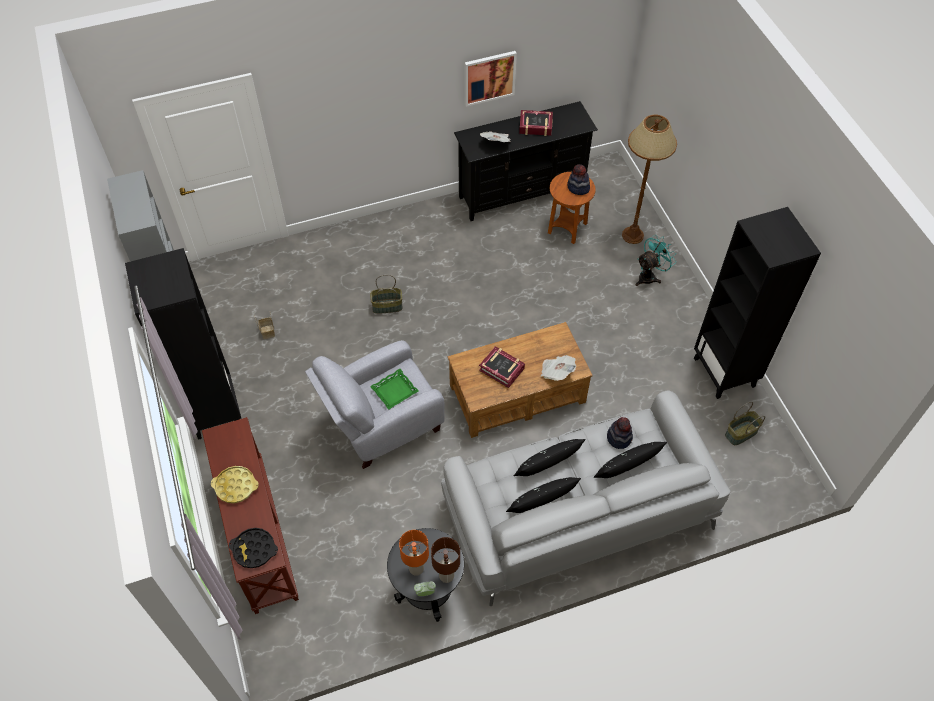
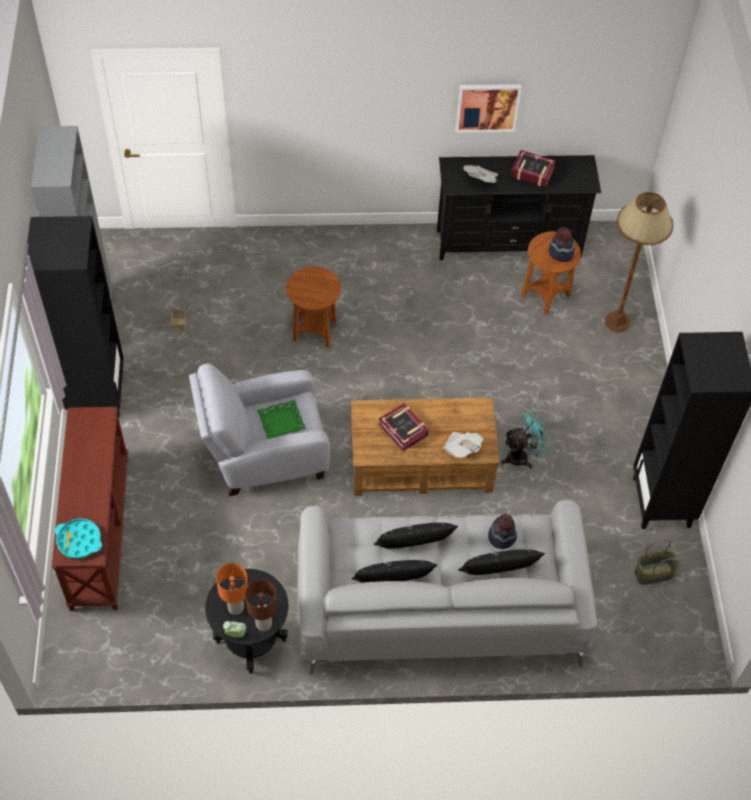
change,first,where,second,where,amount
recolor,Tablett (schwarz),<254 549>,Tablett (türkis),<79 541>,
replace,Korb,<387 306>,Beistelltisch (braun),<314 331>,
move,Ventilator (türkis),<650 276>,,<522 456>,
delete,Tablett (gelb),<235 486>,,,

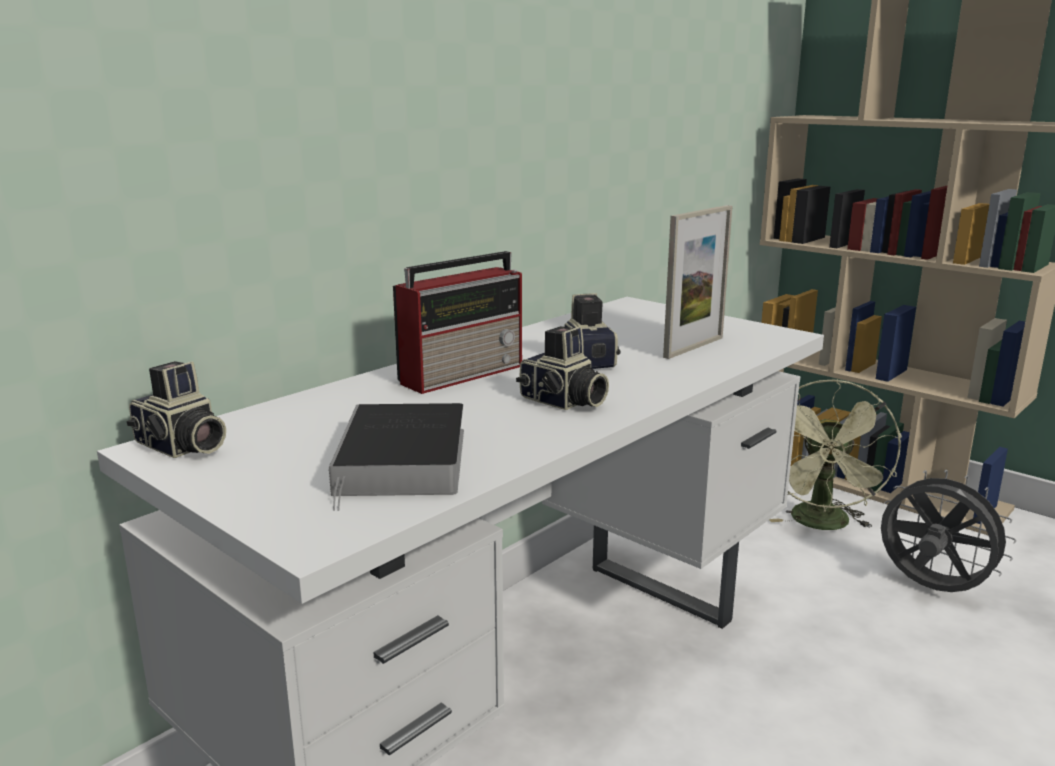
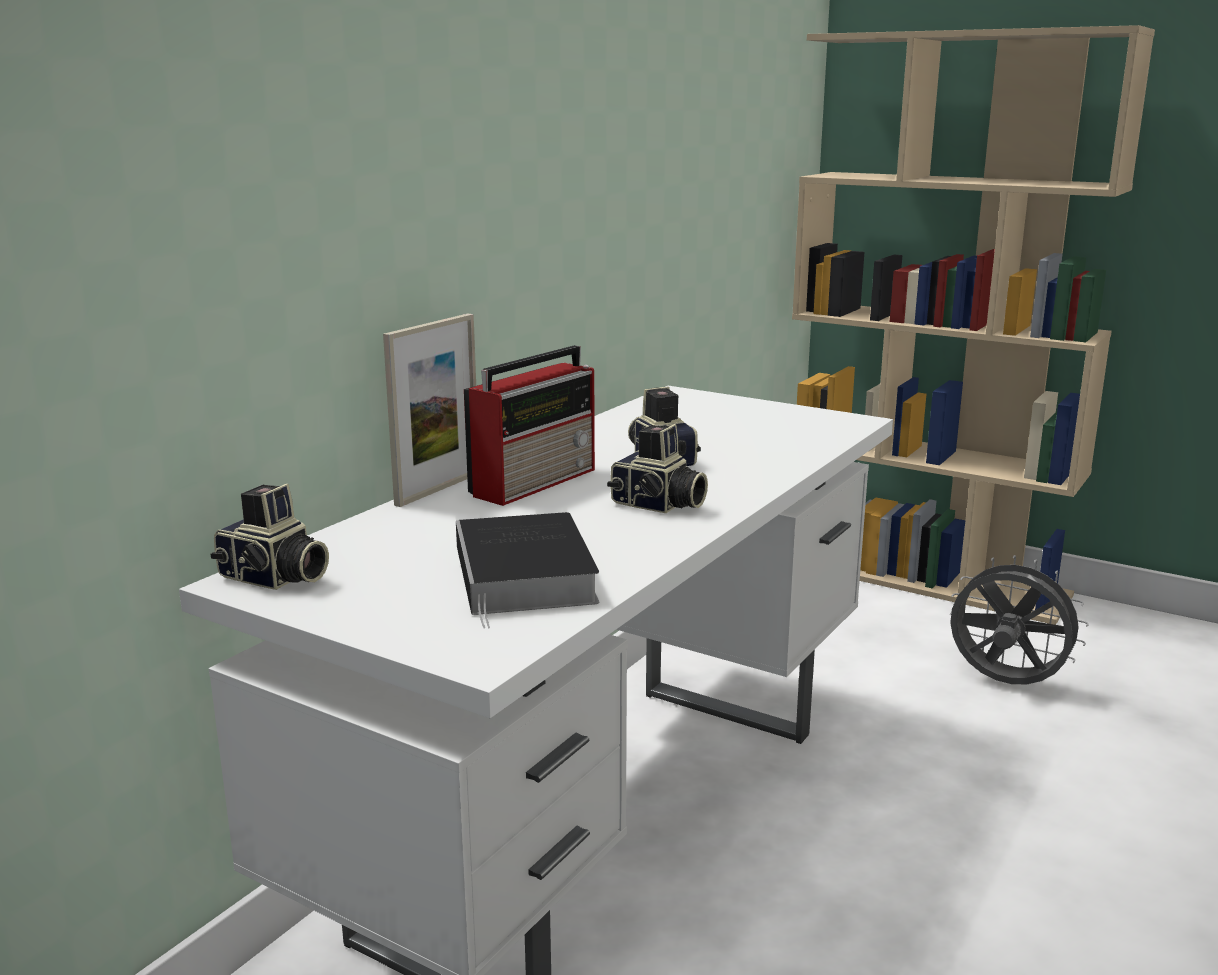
change,first,where,second,where,amount
move,Bilderrahmen,<693 347>,,<438 489>,
delete,Ventilator (grün),<823 525>,,,

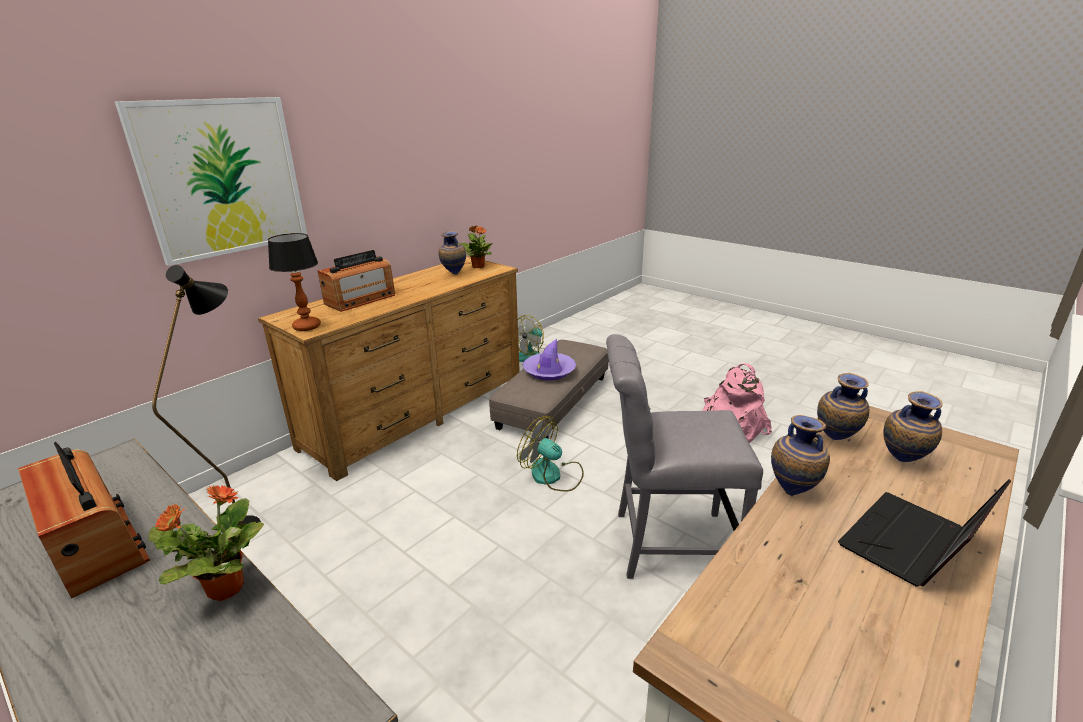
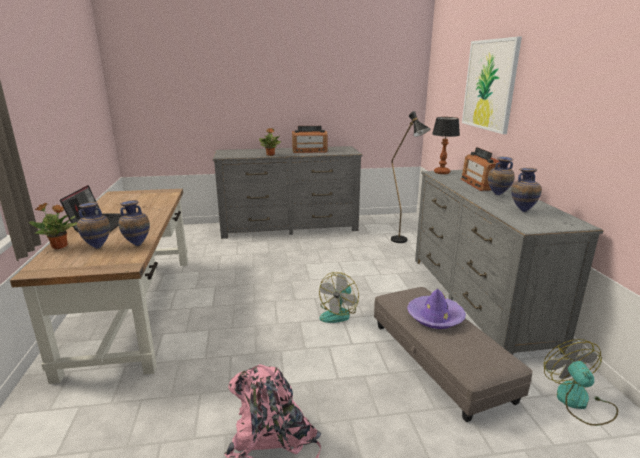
change,first,where,second,where,amount
move,Topfpflanze,<478 266>,,<60 247>,
rotate,Ventilator,<552 476>,,<338 313>,135 degrees clockwise
recolor,Kommode (braun),<418 412>,Kommode (grau),<477 298>,
move,Vase,<793 492>,,<498 195>,
delete,Stuhl (grau),<666 543>,,,

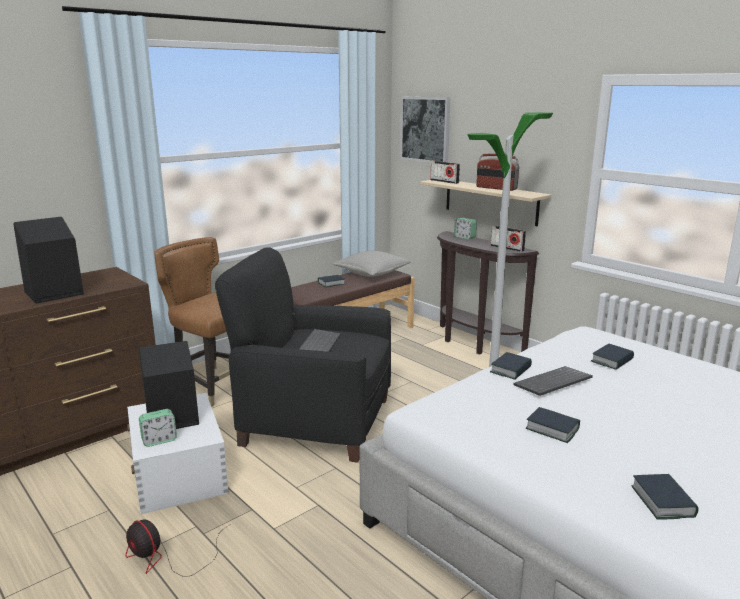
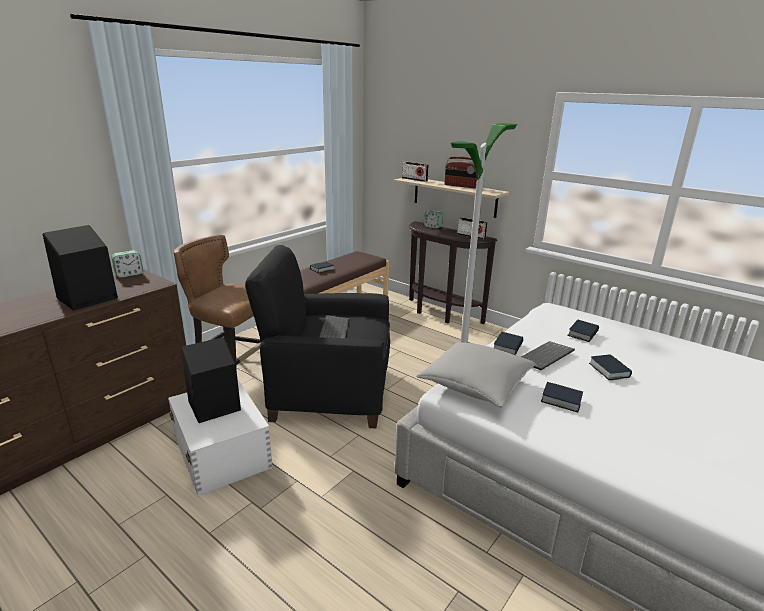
change,first,where,second,where,amount
move,Wecker,<159 440>,,<129 274>,
move,Kissen (grau),<371 273>,,<476 385>,
move,Buch,<662 501>,,<609 370>,
delete,Ventilator,<167 558>,,,
delete,Bild,<425 129>,,,

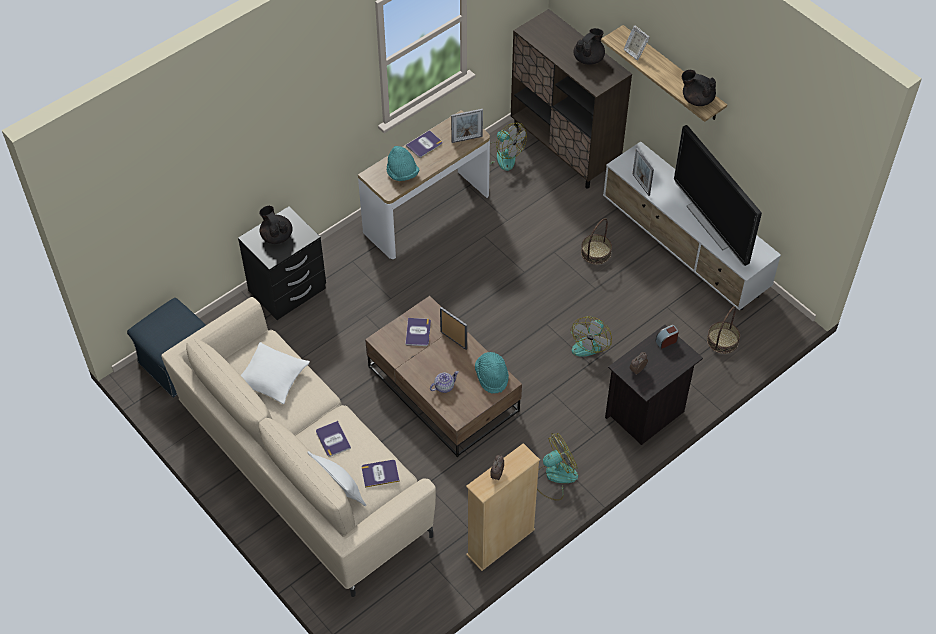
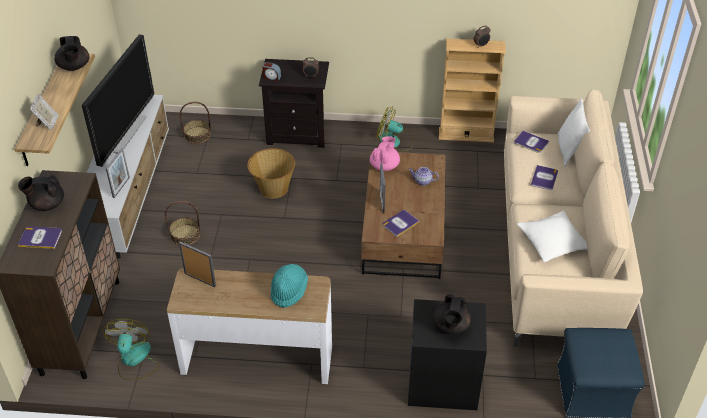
change,first,where,second,where,amount
move,Buch,<424 144>,,<40 238>,
replace,Ventilator,<589 342>,Korb,<273 188>,
replace,Hut (türkis),<492 377>,Teekanne (rosa),<384 166>,

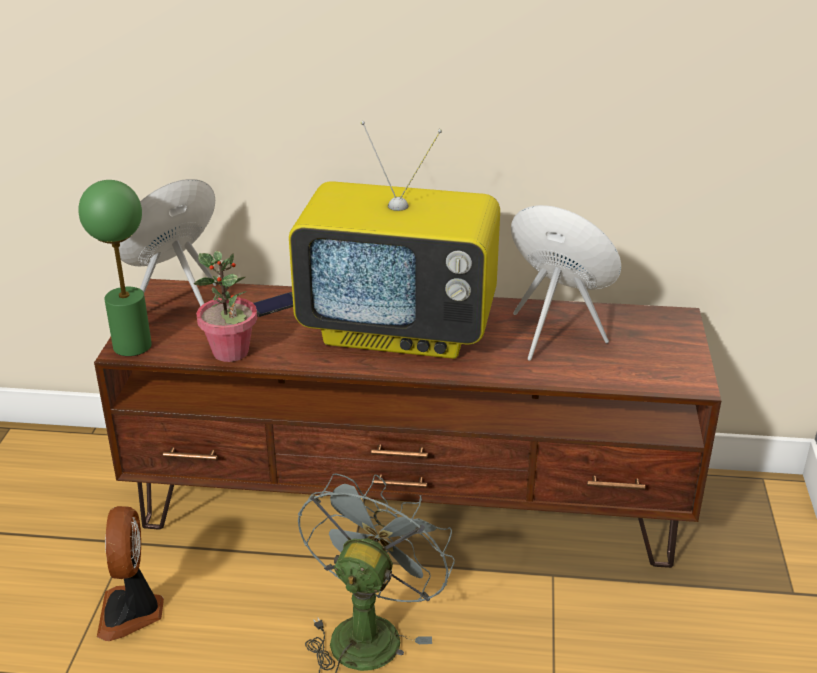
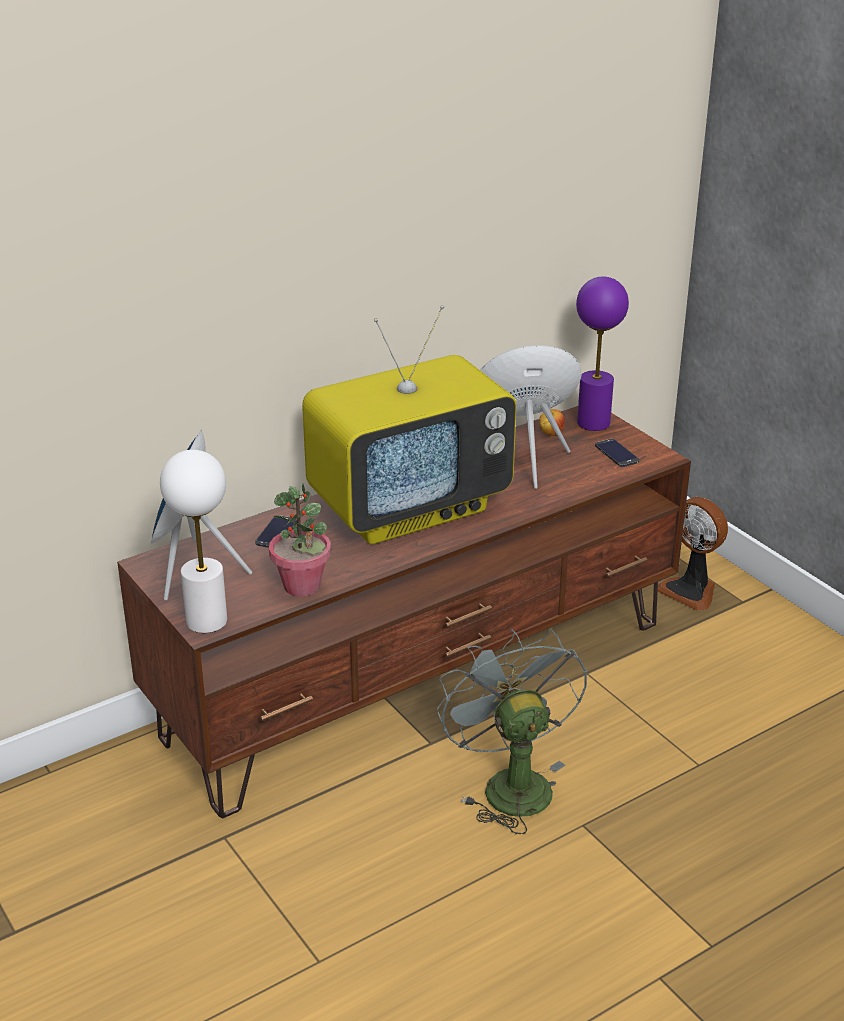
change,first,where,second,where,amount
recolor,Tischlampe (grün),<132 345>,Tischlampe (weiß),<206 620>,
insert,,,Apfel,<550 434>,
insert,,,Tischlampe (lila),<594 423>,
insert,,,Handy,<616 453>,
move,Ventilator,<132 612>,,<690 590>,

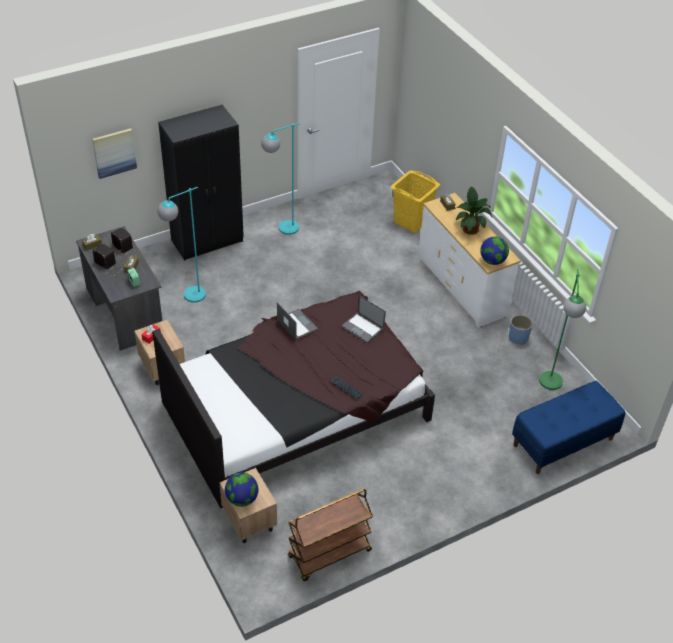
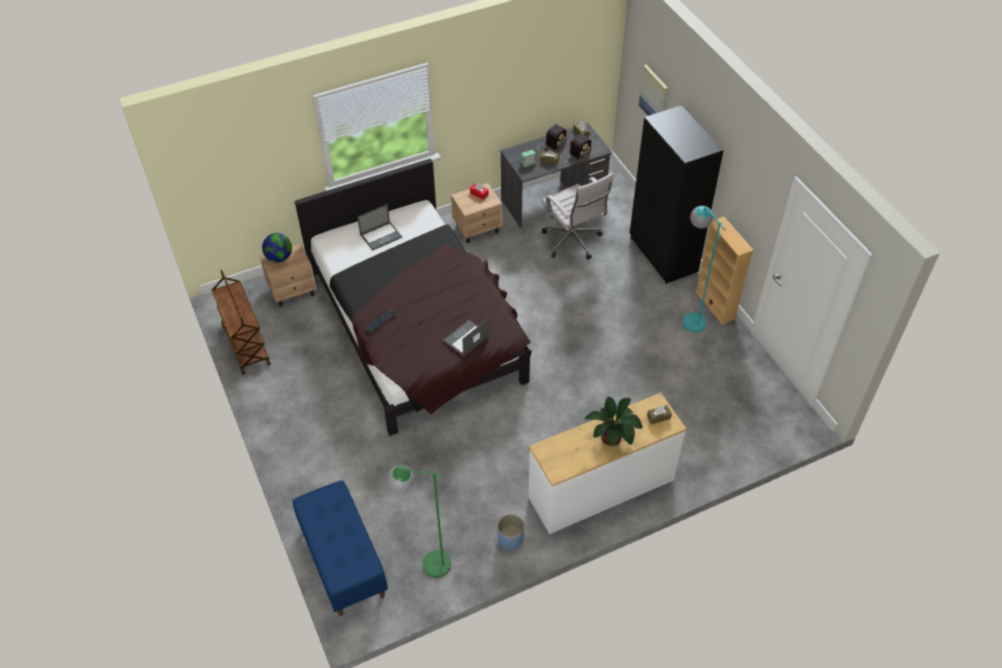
change,first,where,second,where,amount
move,Laptop,<296 324>,,<381 235>,
replace,Stehlampe (türkis),<187 298>,Bürostuhl (weiß),<573 242>,
insert,,,Bücherregal (beige),<715 304>,
delete,Wäschekorb (gelb),<412 221>,,,
delete,Globus,<492 261>,,,

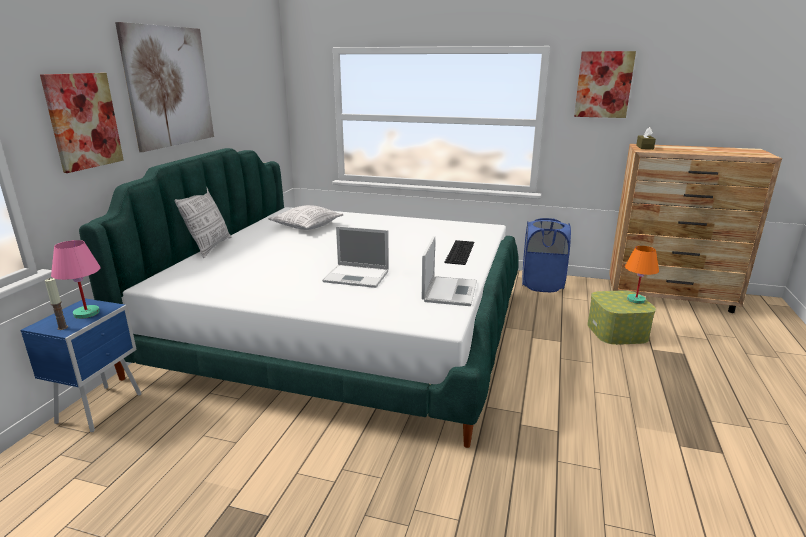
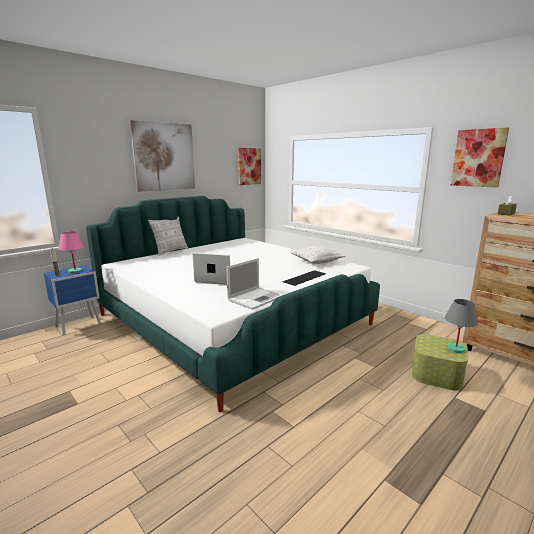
change,first,where,second,where,amount
rotate,Laptop,<357 276>,,<217 279>,150 degrees clockwise
move,Bild,<83 121>,,<249 166>,
move,Kissen,<307 226>,,<316 261>,
recolor,Tischlampe (orange),<635 300>,Tischlampe (grau),<455 349>,
delete,Wäschekorb (blau),<542 284>,,,

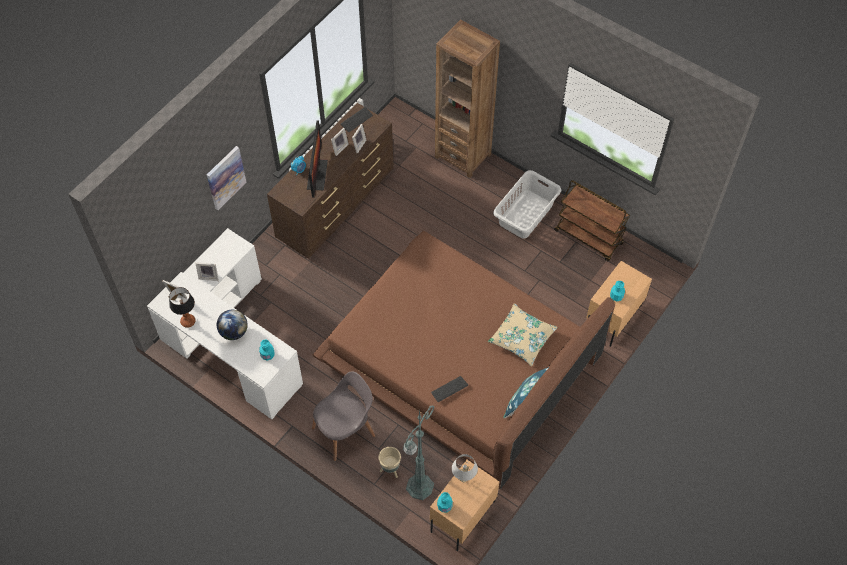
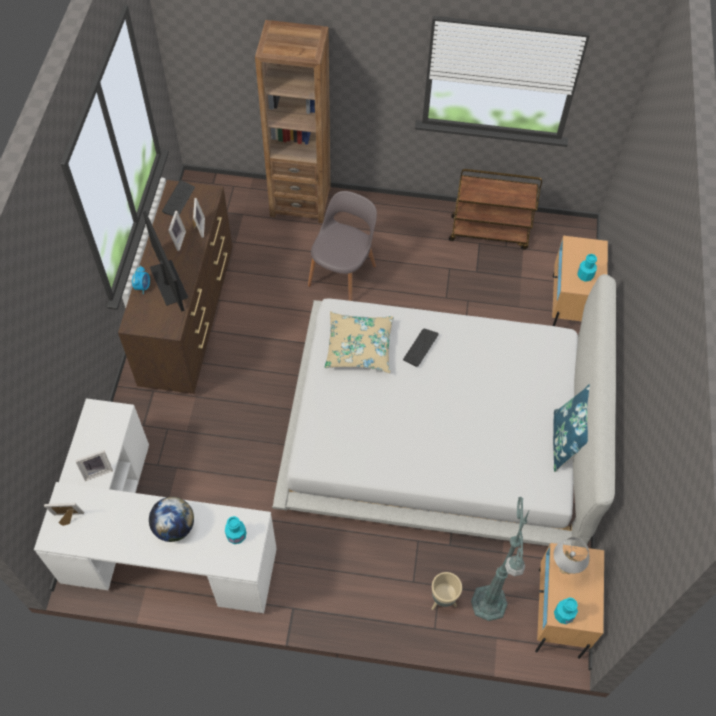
change,first,where,second,where,amount
recolor,Bett (braun),<460 359>,Bett (weiß),<439 429>,
move,Stuhl (grau),<345 431>,,<343 274>,
move,Kissen (beige),<522 338>,,<359 347>,
move,Tastatur,<449 389>,,<420 347>,
delete,Tischlampe,<188 321>,,,
delete,Bild,<225 177>,,,
delete,Wäschekorb (grau),<526 214>,,,

